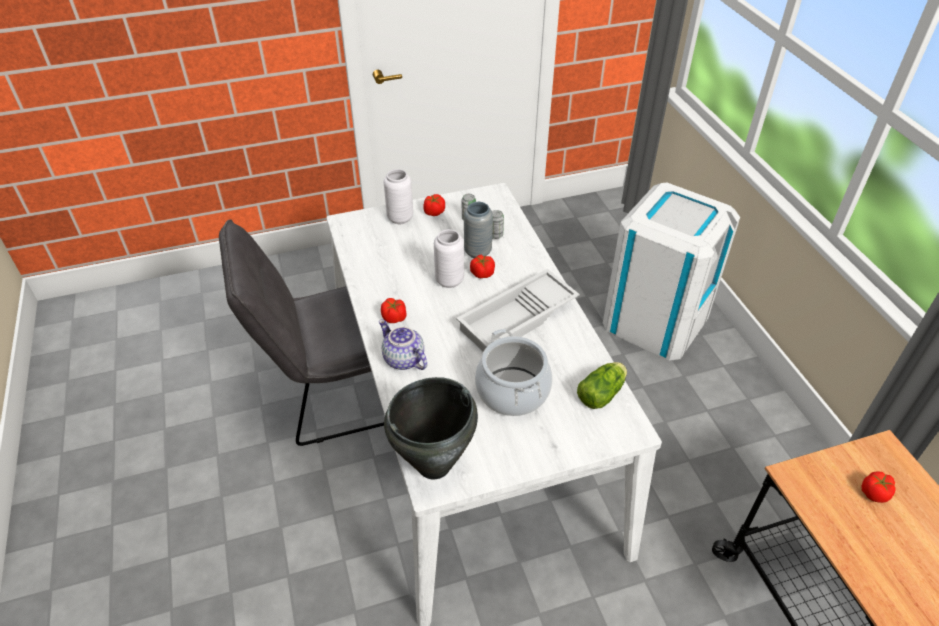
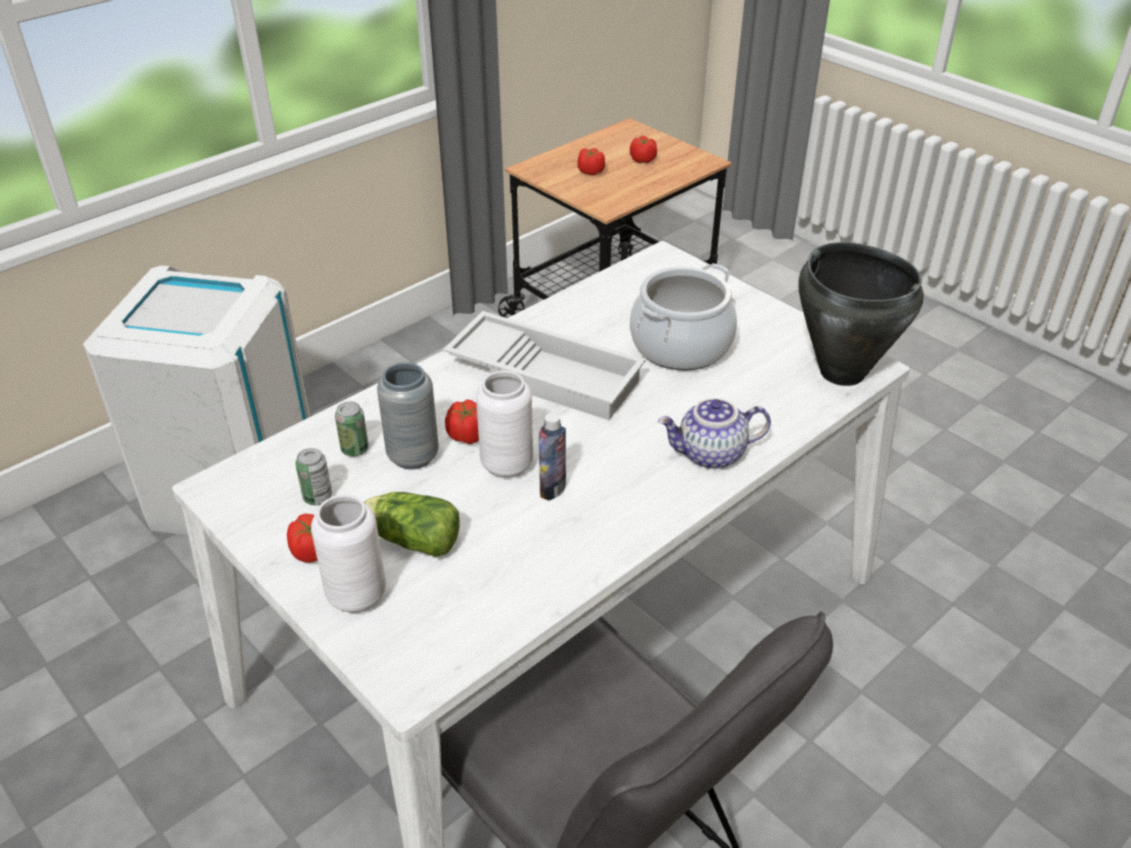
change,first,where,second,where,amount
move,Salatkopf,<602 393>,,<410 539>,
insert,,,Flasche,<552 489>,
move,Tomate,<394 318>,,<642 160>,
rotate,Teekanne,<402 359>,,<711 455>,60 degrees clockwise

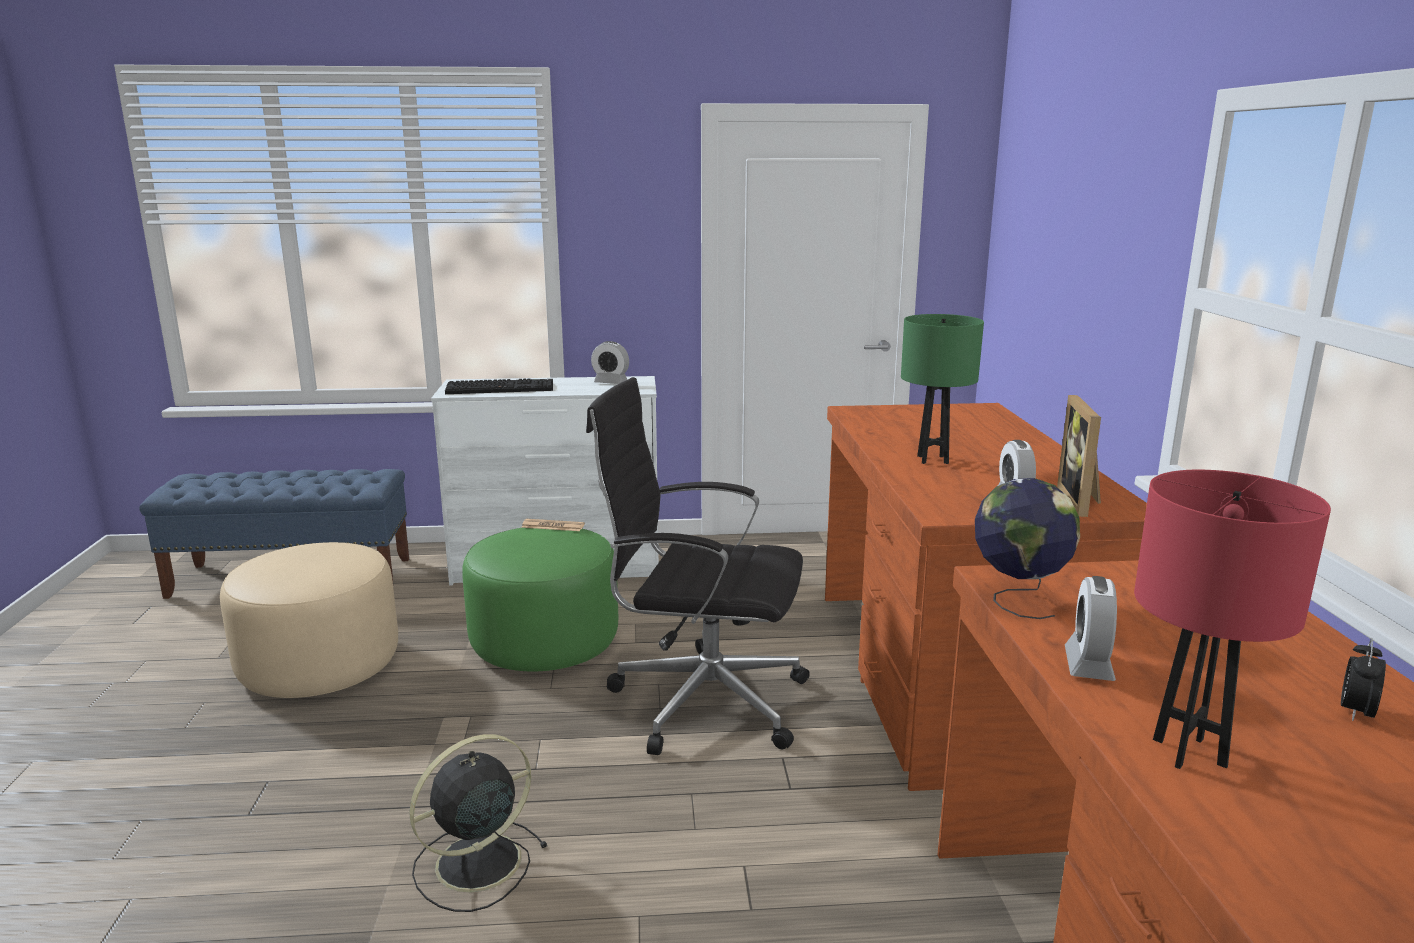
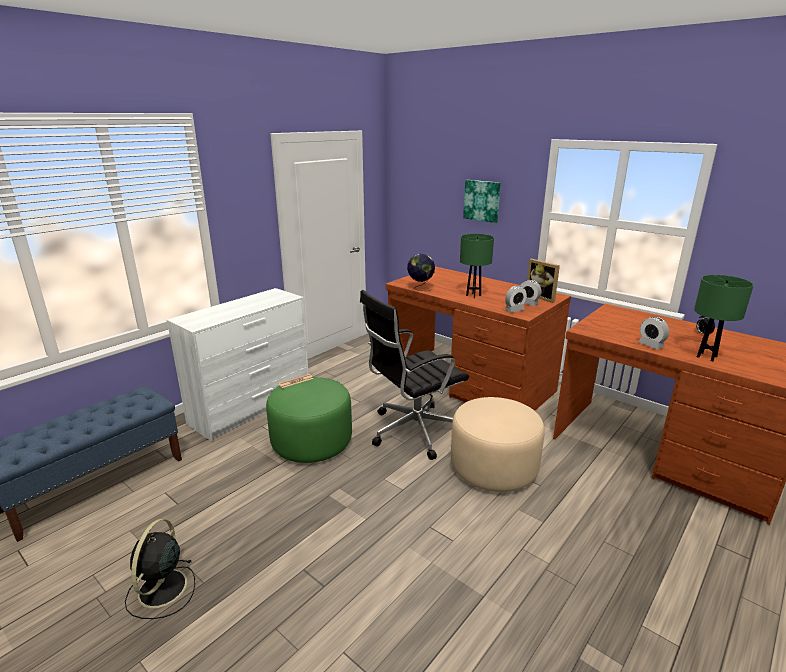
change,first,where,second,where,amount
move,Ventilator (schwarz),<475 864>,,<161 590>,
move,Globus,<1018 600>,,<420 288>,
move,Polsterhocker (beige),<320 666>,,<494 468>,
insert,,,Bild,<482 200>,
move,Wecker,<610 382>,,<514 310>,
recolor,Tischlampe (rot),<1188 752>,Tischlampe (grün),<706 357>,
delete,Tastatur,<501 388>,,,

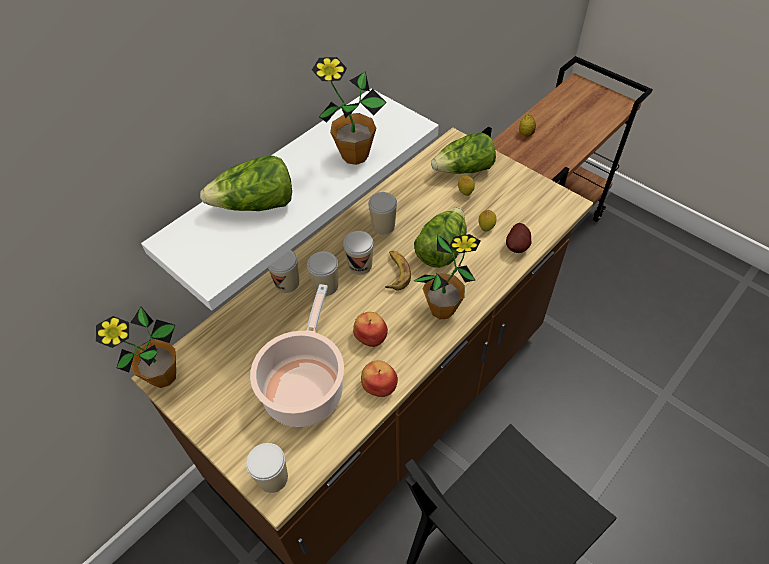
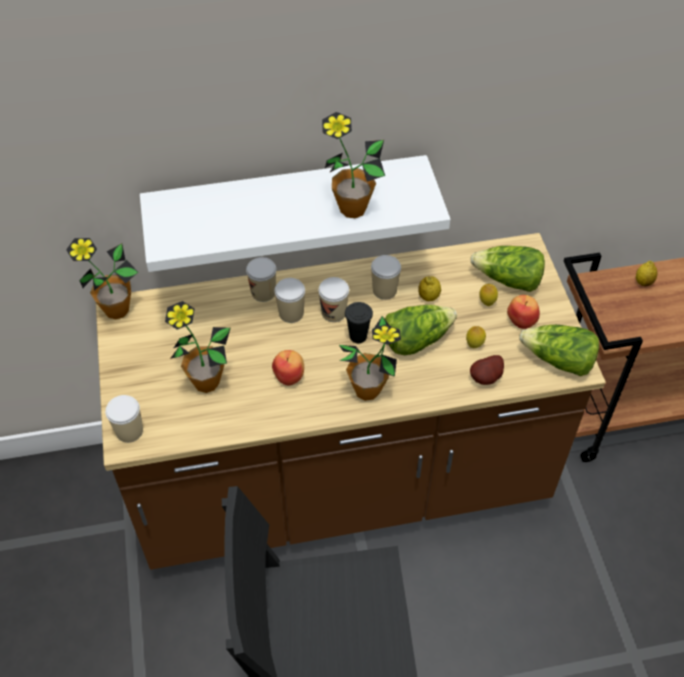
change,first,where,second,where,amount
replace,Kochtopf,<305 387>,Topfpflanze,<206 382>,
replace,Banane,<396 272>,Tasse (schwarz),<358 336>,
insert,,,Zitrone,<428 297>,
move,Apfel,<379 386>,,<522 320>,
move,Salatkopf,<256 205>,,<558 360>,

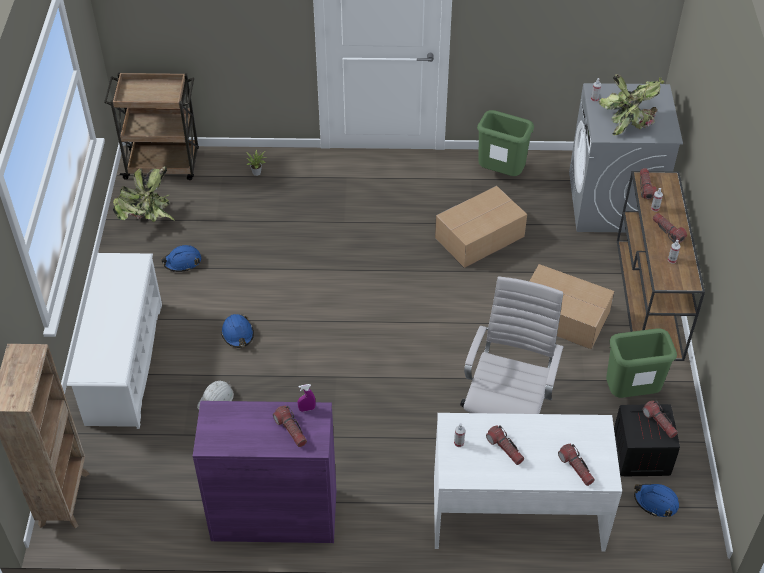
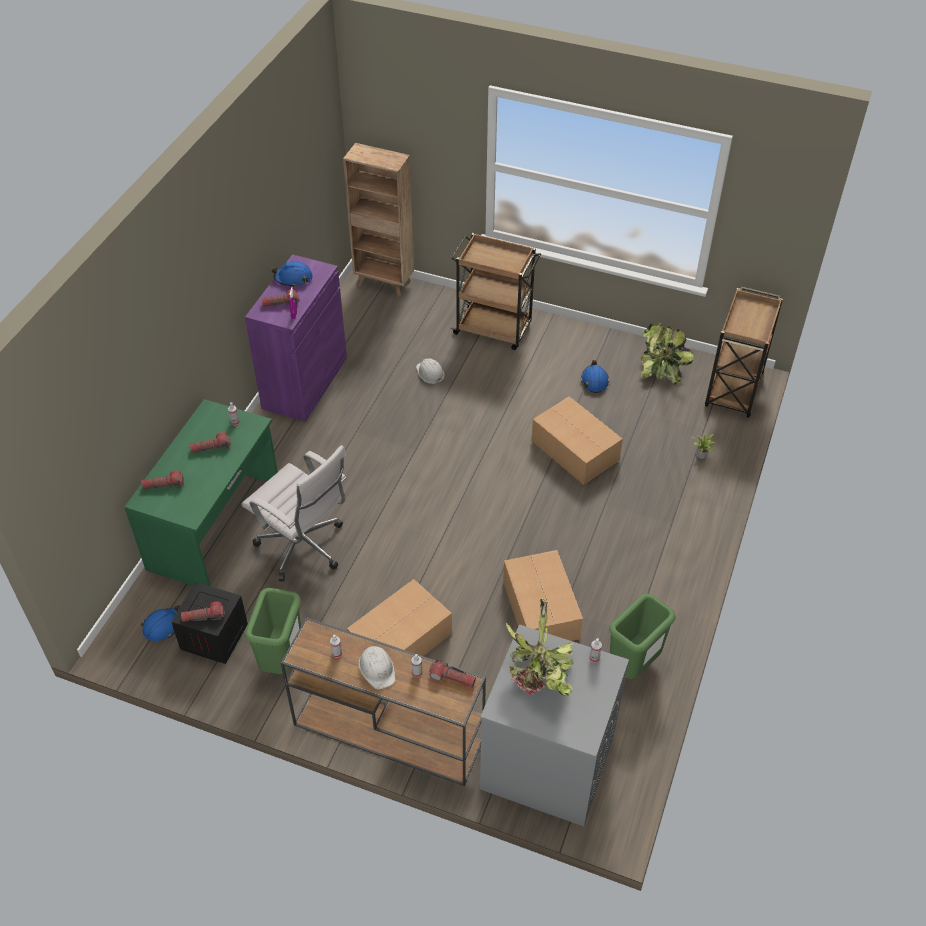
change,first,where,second,where,amount
recolor,Schreibtisch (weiß),<517 512>,Schreibtisch (grün),<216 525>,
move,Schutzhelm (blau),<238 334>,,<293 278>,
replace,Taschenlampe,<668 231>,Schutzhelm (weiß),<377 668>,
replace,Schuhregal (weiß),<124 363>,Rollwagen (braun),<494 329>,
insert,,,Karton,<575 451>,

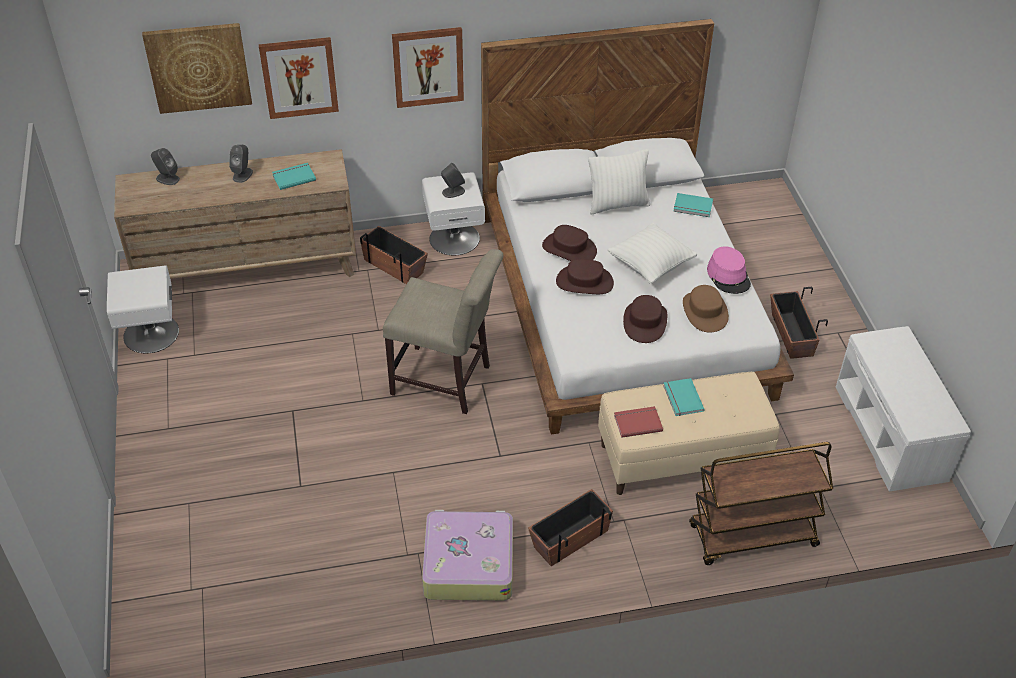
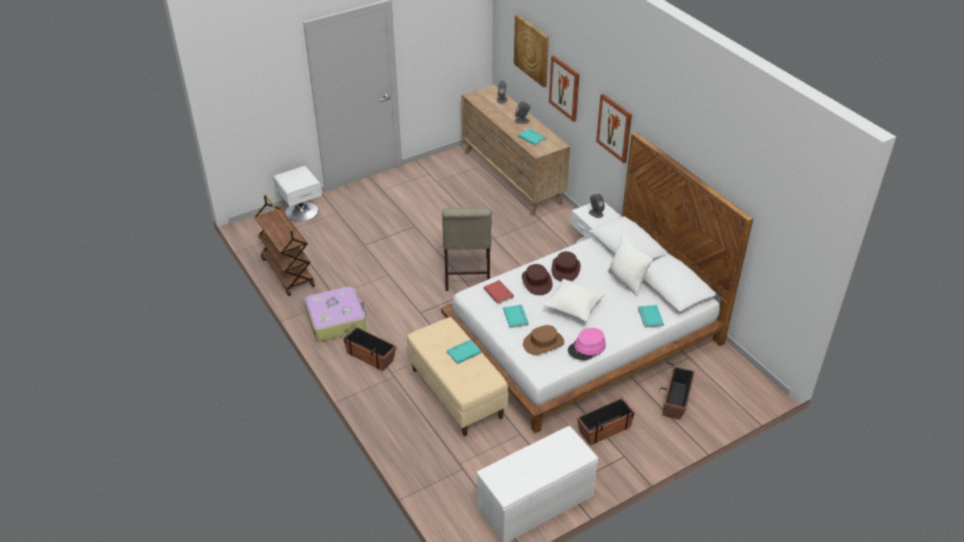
change,first,where,second,where,amount
move,Rollwagen (braun),<752 537>,,<287 272>,
move,Nachttisch (weiß),<150 333>,,<301 211>,
move,Buch (rot),<637 422>,,<499 292>,
replace,Hut (braun),<644 322>,Buch (türkis),<516 317>,
move,Pflanzkübel,<394 266>,,<676 400>,

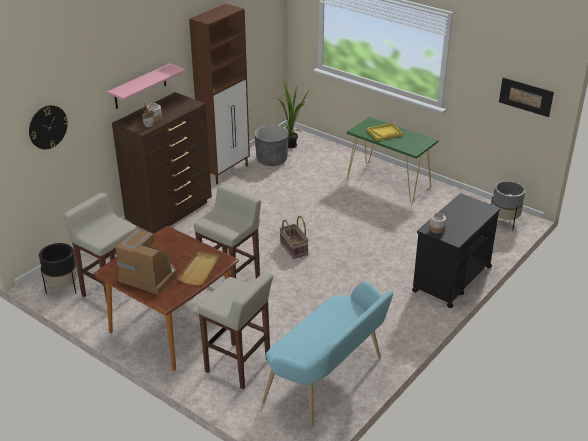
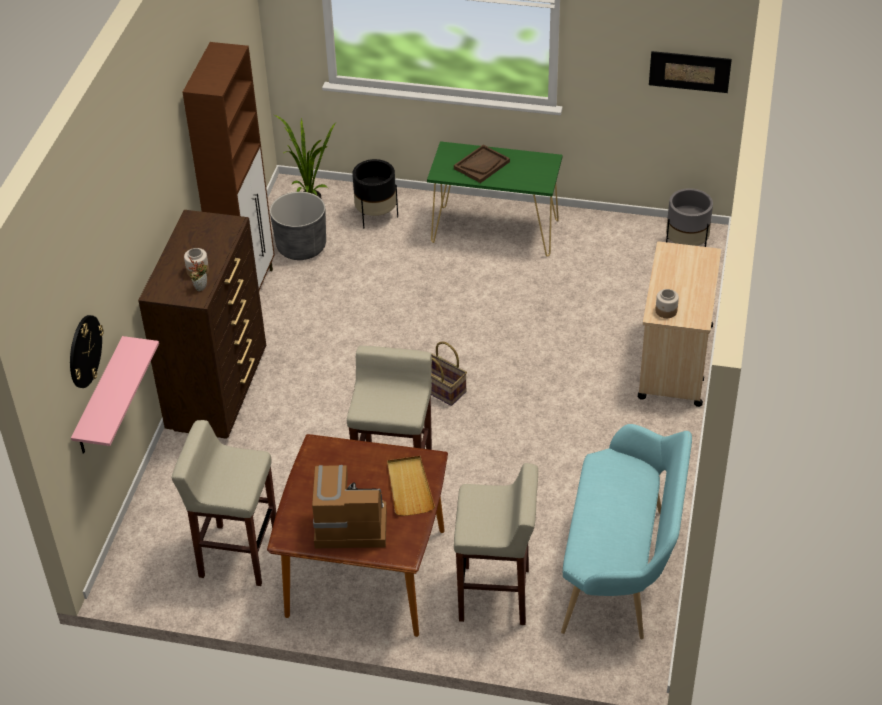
change,first,where,second,where,amount
move,Wandregal (rosa),<140 86>,,<100 398>,
move,Pflanzkübel (schwarz),<63 288>,,<376 216>,
recolor,Tablett (gelb),<384 133>,Tablett (braun),<481 165>,
recolor,Rollwagen (schwarz),<451 279>,Rollwagen (beige),<675 362>,

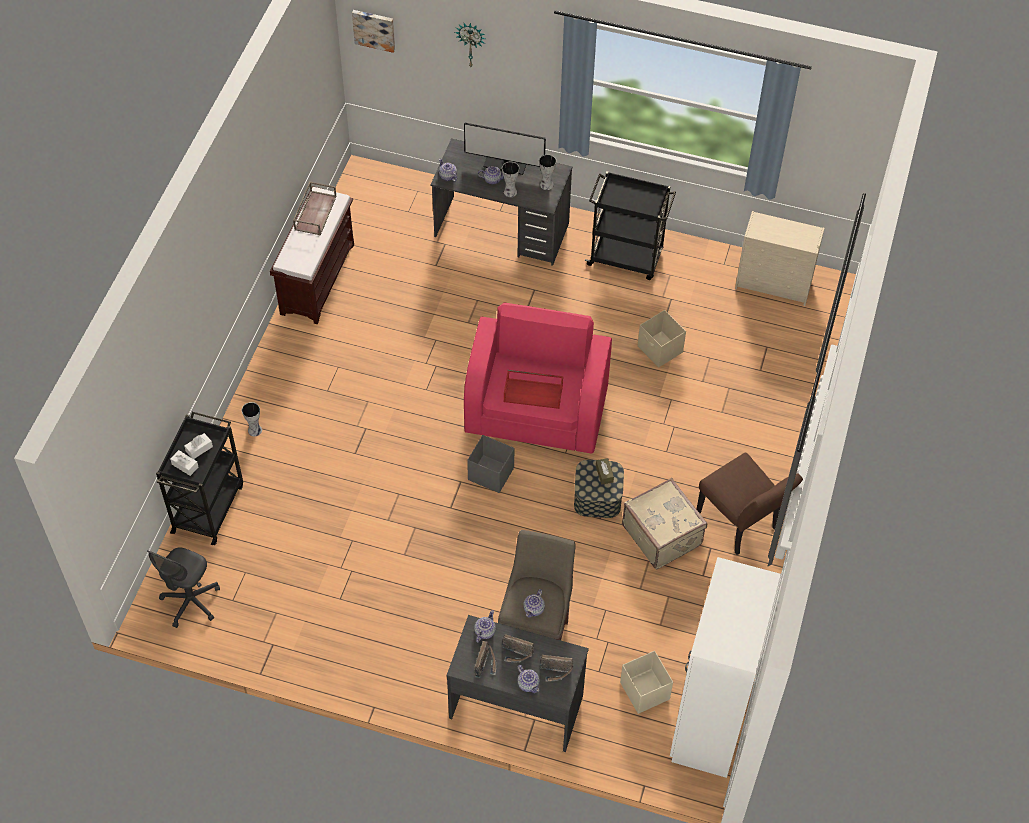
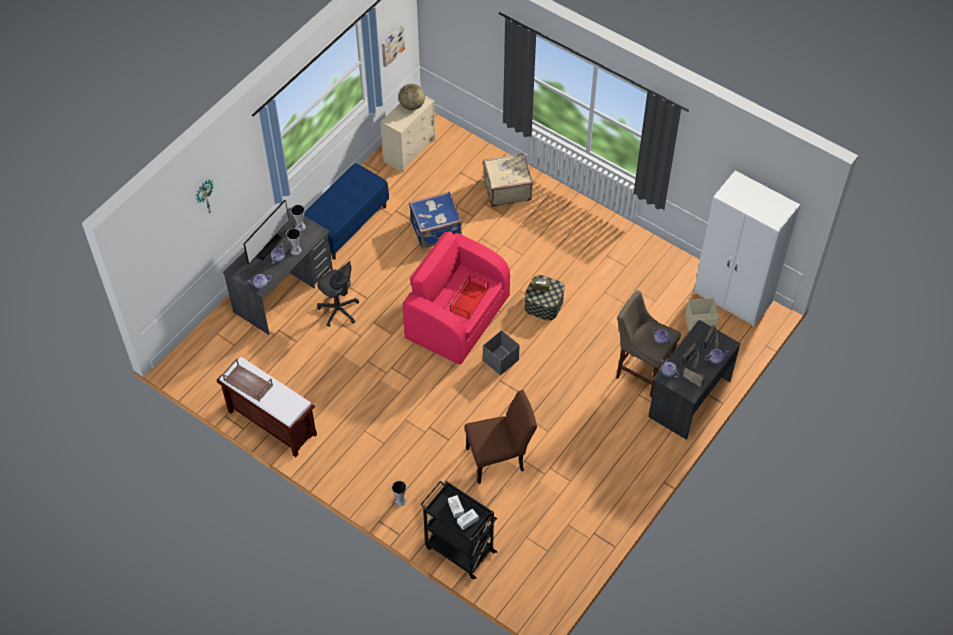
change,first,where,second,where,amount
replace,Rollwagen (schwarz),<626 258>,Bank (blau),<346 224>,
move,Bürostuhl (grau),<191 602>,,<339 311>,
move,Bild,<374 29>,,<391 45>,
insert,,,Globus,<412 105>,
replace,Aufbewahrungsbox (beige),<660 350>,Koffer (blau),<436 231>,
move,Stuhl (braun),<741 525>,,<500 458>,
move,Koffer (beige),<662 534>,,<506 189>,

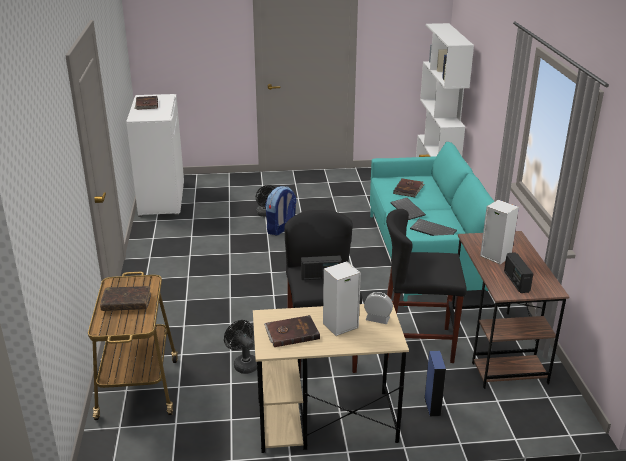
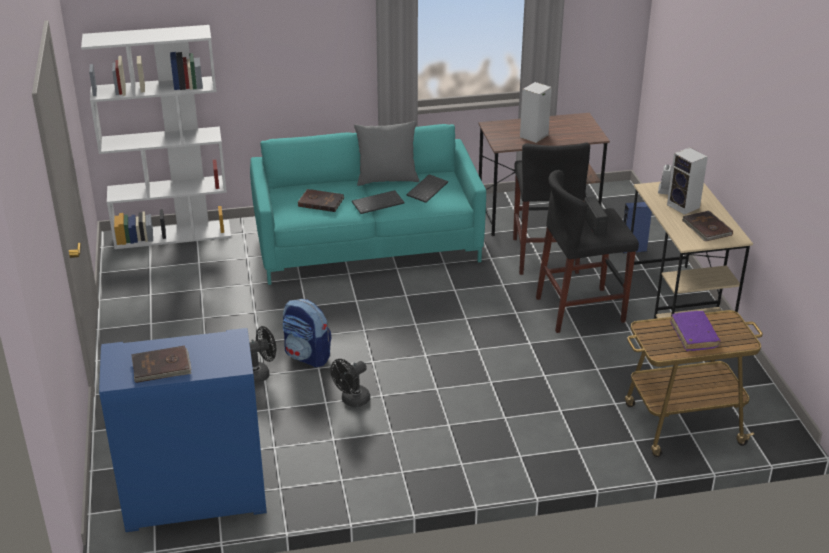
change,first,where,second,where,amount
recolor,Schrank (weiß),<161 198>,Schrank (blau),<194 498>,
move,Ventilator (schwarz),<243 364>,,<352 401>,
insert,,,Kissen (grau),<387 179>,
recolor,Buch (braun),<126 303>,Buch (lila),<694 335>,
delete,Radio,<516 281>,,,

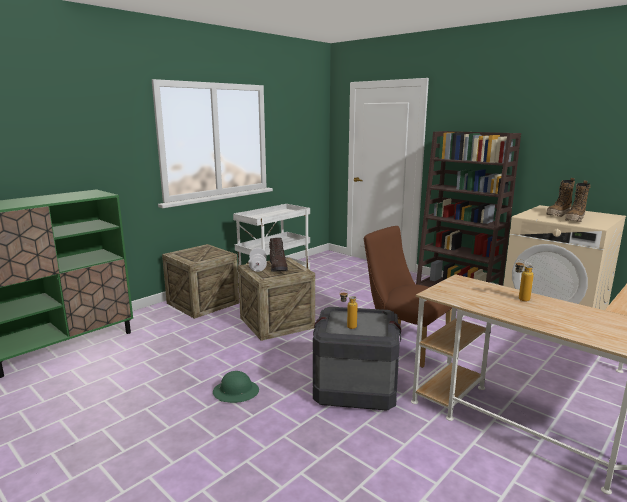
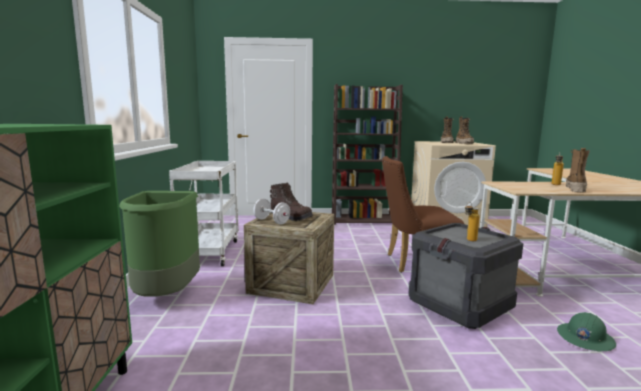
change,first,where,second,where,amount
replace,Kiste,<203 303>,Mülleimer (grün),<166 296>,
move,Schutzhelm (grün),<236 392>,,<584 338>,
insert,,,Stiefel,<575 189>,

